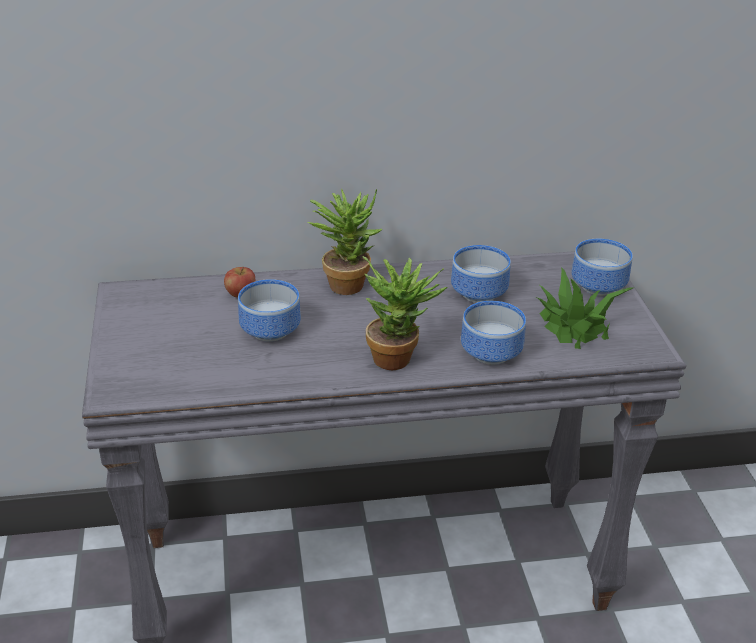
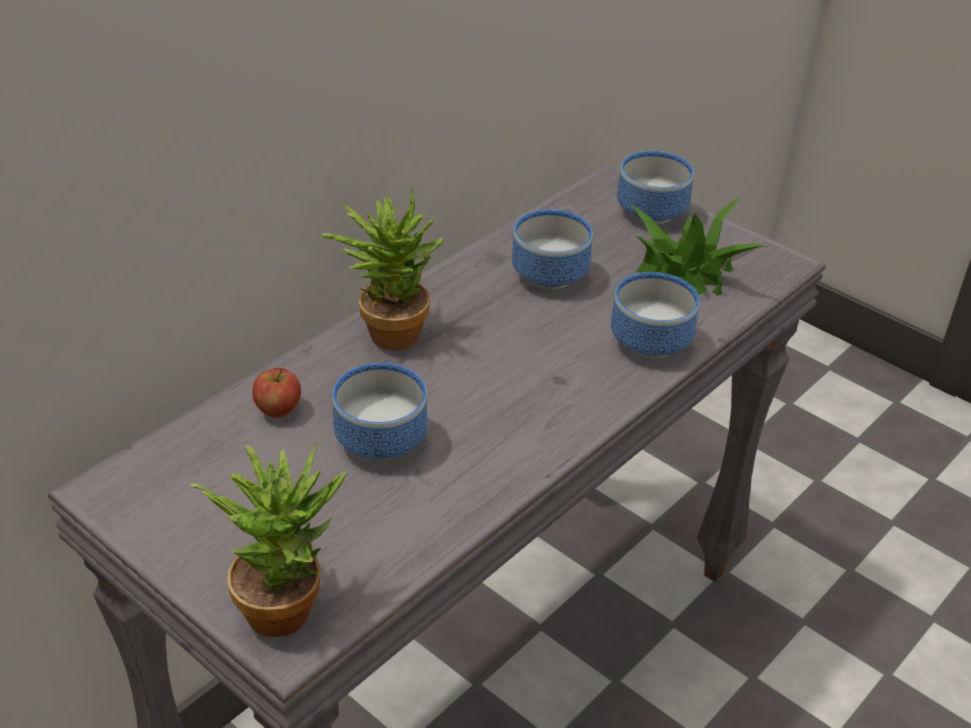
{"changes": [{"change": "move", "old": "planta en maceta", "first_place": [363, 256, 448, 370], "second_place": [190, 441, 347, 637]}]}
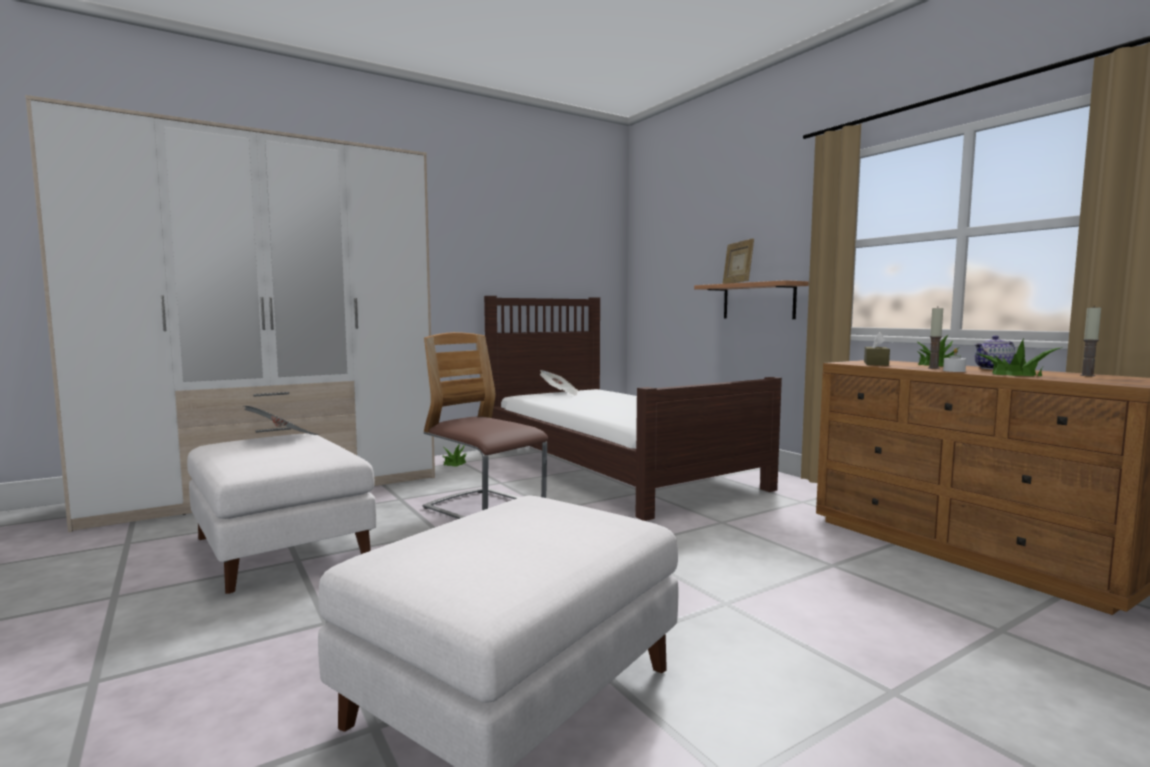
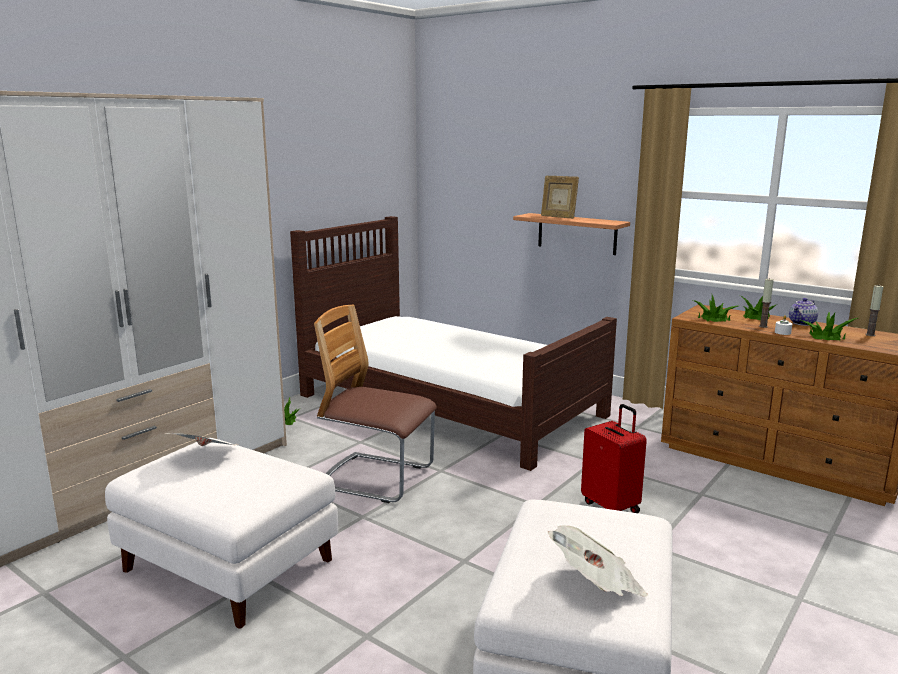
{"changes": [{"change": "insert", "new": "maleta (rojo)", "second_place": [581, 404, 647, 513]}, {"change": "move", "old": "periódico", "first_place": [540, 370, 578, 396], "second_place": [548, 525, 648, 596]}, {"change": "replace", "old": "caja de pañuelos (marrón)", "new": "planta en maceta", "first_place": [864, 332, 890, 366], "second_place": [693, 293, 738, 322]}]}
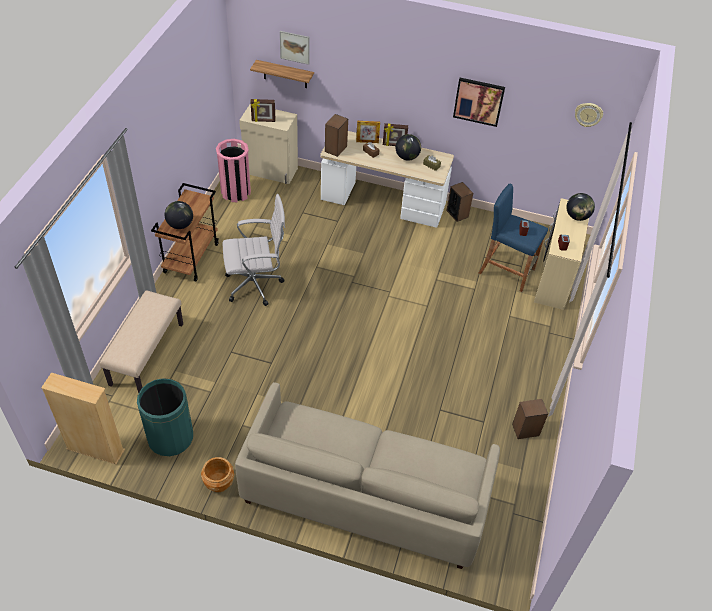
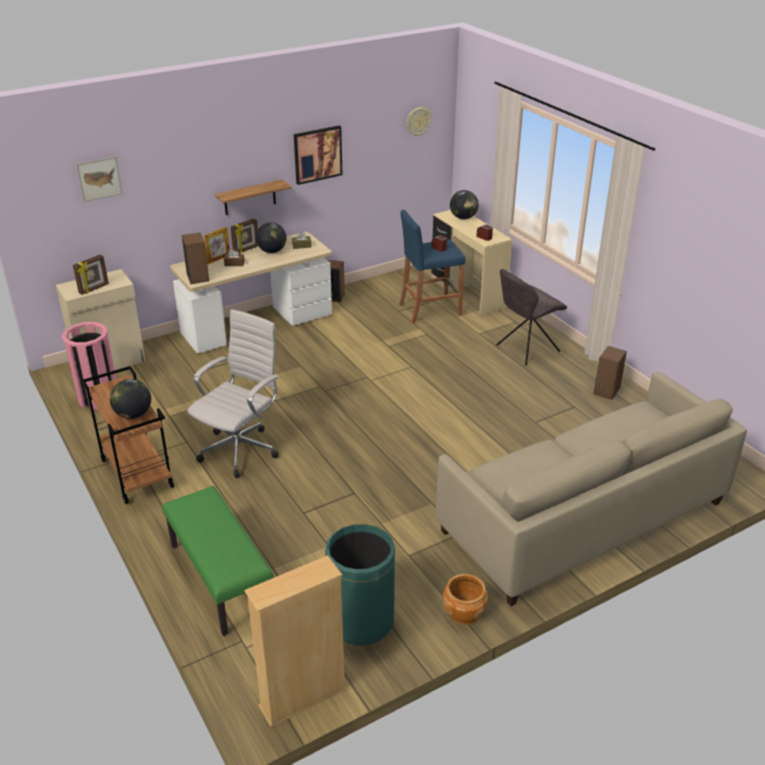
{"changes": [{"change": "insert", "new": "silla (gris)", "second_place": [496, 269, 567, 365]}, {"change": "move", "old": "estante", "first_place": [250, 60, 314, 88], "second_place": [215, 180, 291, 215]}, {"change": "recolor", "old": "banco (beis)", "new": "banco (verde)", "first_place": [100, 290, 183, 393], "second_place": [162, 486, 274, 636]}]}
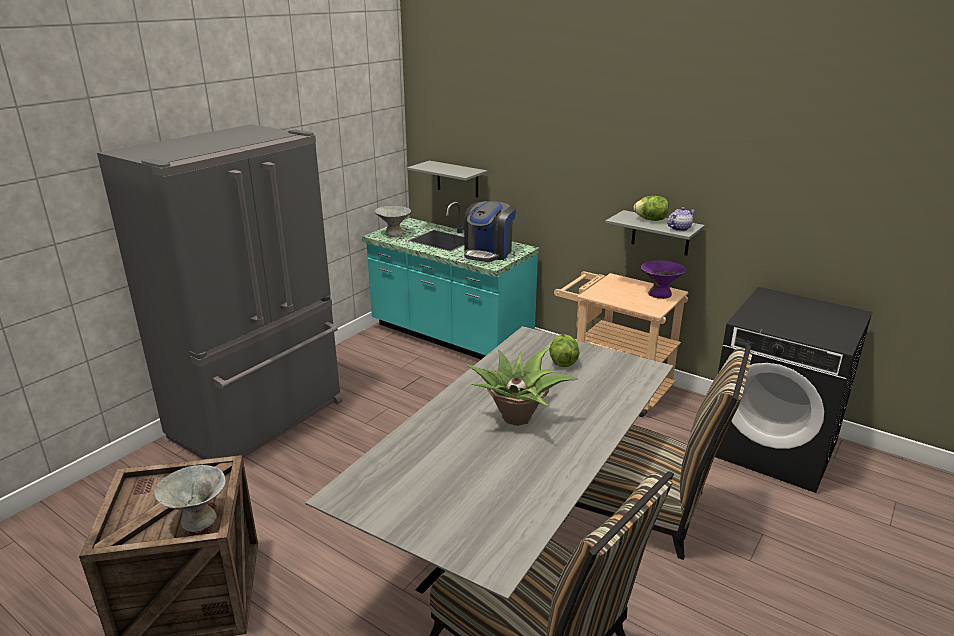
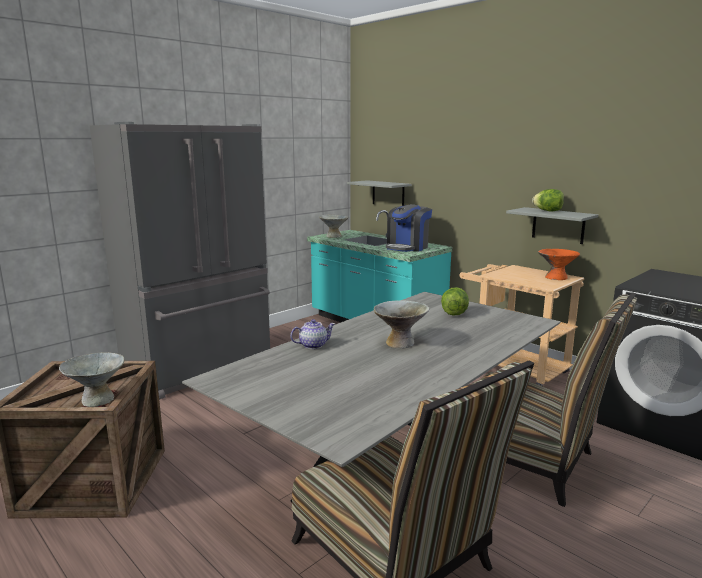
{"changes": [{"change": "move", "old": "tetera", "first_place": [667, 207, 696, 231], "second_place": [290, 319, 335, 349]}, {"change": "replace", "old": "planta en maceta", "new": "cuenco (gris)", "first_place": [466, 347, 578, 426], "second_place": [374, 300, 430, 348]}, {"change": "recolor", "old": "cuenco (morado)", "new": "cuenco (naranja)", "first_place": [641, 261, 686, 299], "second_place": [538, 249, 580, 280]}]}
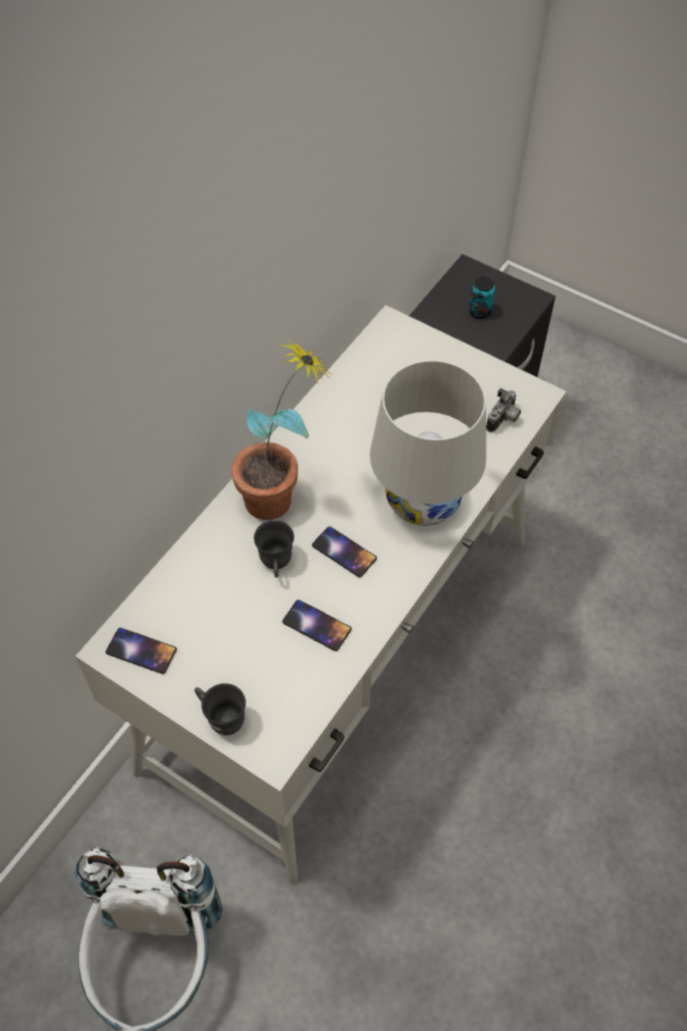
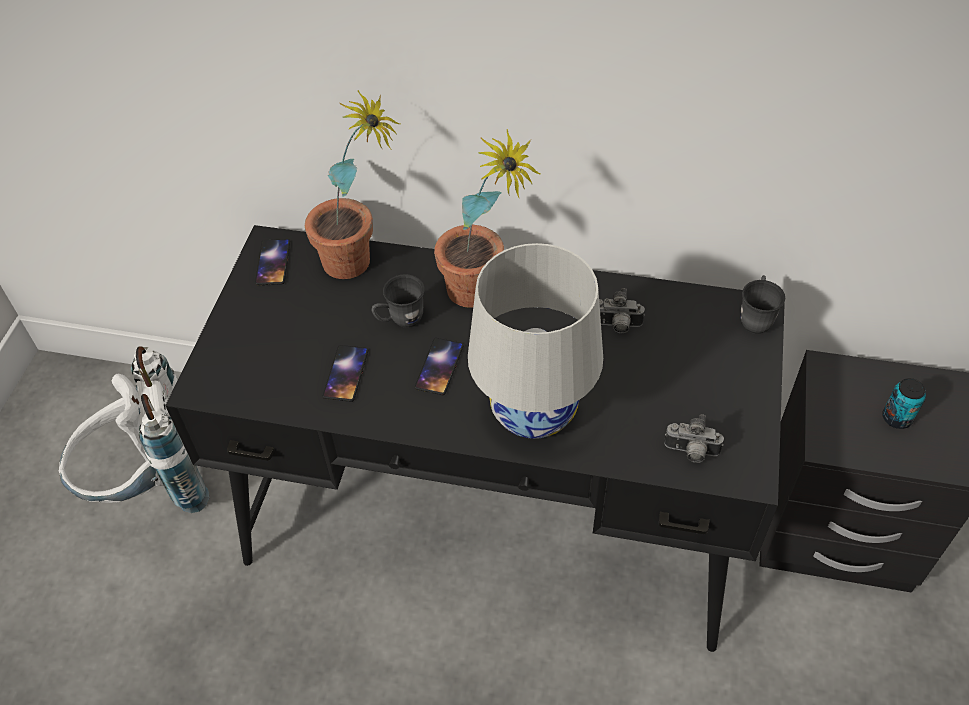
{"changes": [{"change": "insert", "new": "planta en maceta", "second_place": [305, 90, 400, 279]}, {"change": "insert", "new": "cámara", "second_place": [599, 288, 645, 333]}, {"change": "move", "old": "taza grande (gris)", "first_place": [194, 683, 246, 735], "second_place": [740, 275, 785, 334]}, {"change": "recolor", "old": "escritorio (blanco)", "new": "escritorio (negro)", "first_place": [75, 305, 567, 885], "second_place": [165, 225, 785, 652]}]}
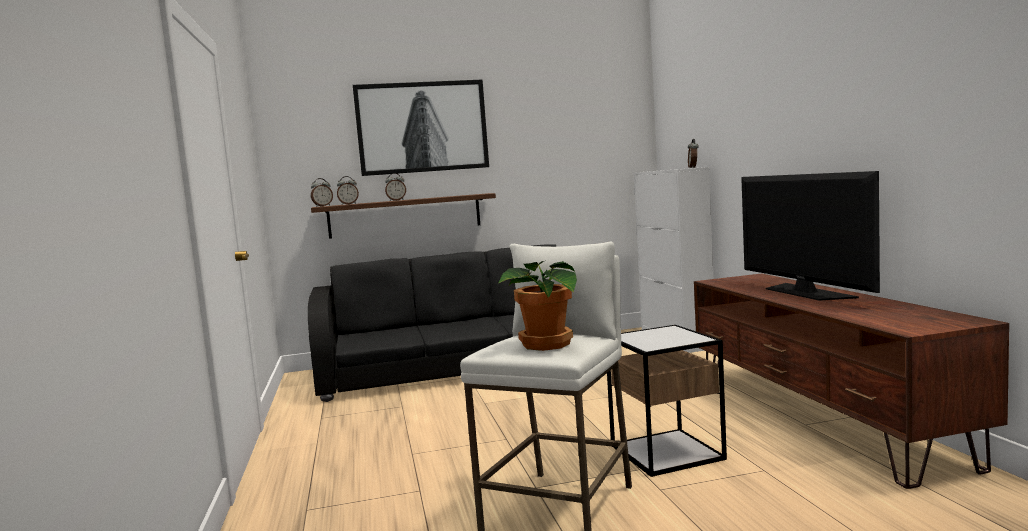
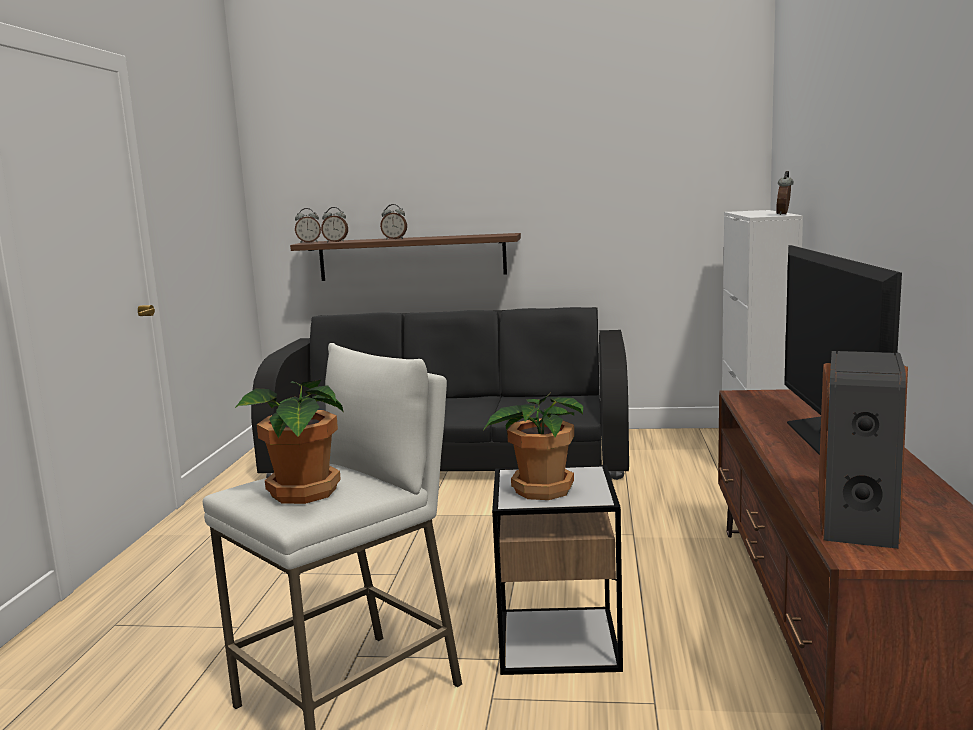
{"changes": [{"change": "delete", "old": "cuadro", "first_place": [353, 79, 489, 176]}, {"change": "insert", "new": "planta en maceta", "second_place": [484, 393, 583, 500]}, {"change": "insert", "new": "altavoz", "second_place": [818, 351, 908, 549]}]}
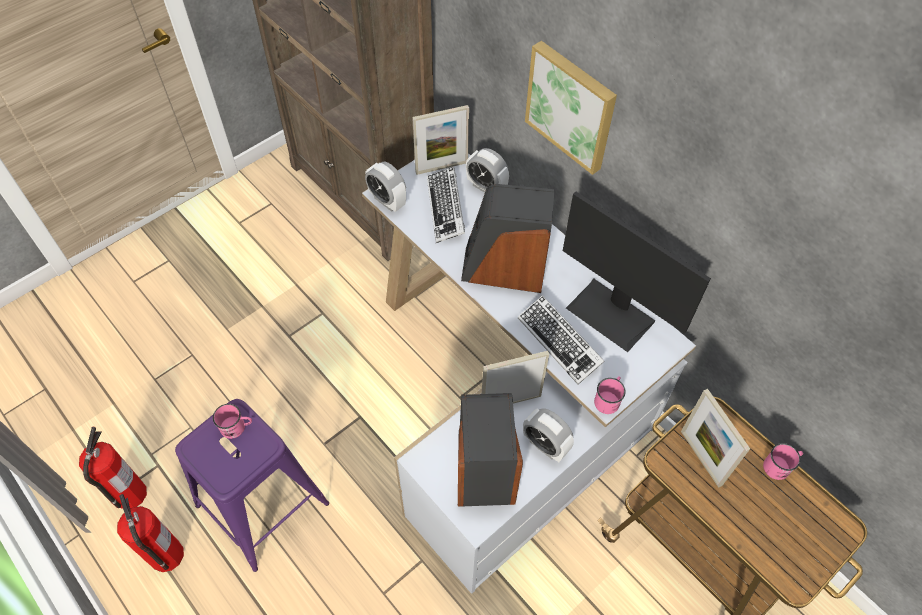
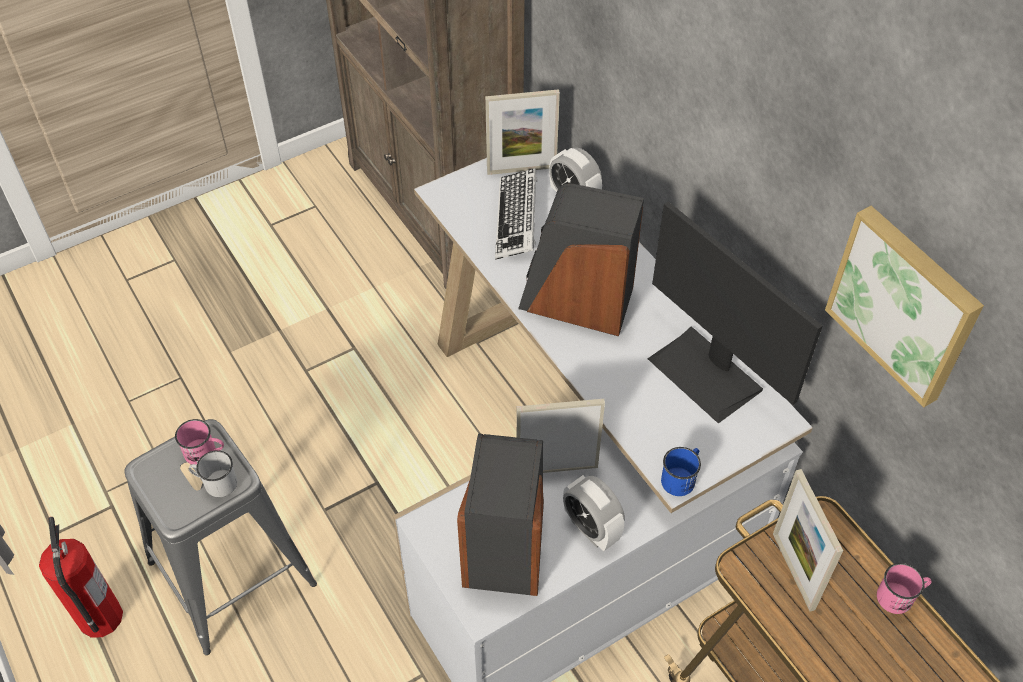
{"changes": [{"change": "delete", "old": "extintor", "first_place": [79, 427, 147, 509]}, {"change": "delete", "old": "despertador", "first_place": [365, 162, 406, 212]}, {"change": "delete", "old": "teclado", "first_place": [518, 295, 605, 384]}, {"change": "insert", "new": "taza grande (blanco)", "second_place": [188, 450, 237, 497]}, {"change": "move", "old": "cuadro", "first_place": [525, 41, 617, 175], "second_place": [825, 206, 984, 407]}, {"change": "recolor", "old": "taburete (morado)", "new": "taburete (gris)", "first_place": [175, 399, 329, 572], "second_place": [124, 419, 317, 655]}, {"change": "recolor", "old": "taza grande (rosa)", "new": "taza grande (azul)", "first_place": [594, 376, 626, 414], "second_place": [661, 447, 701, 496]}]}
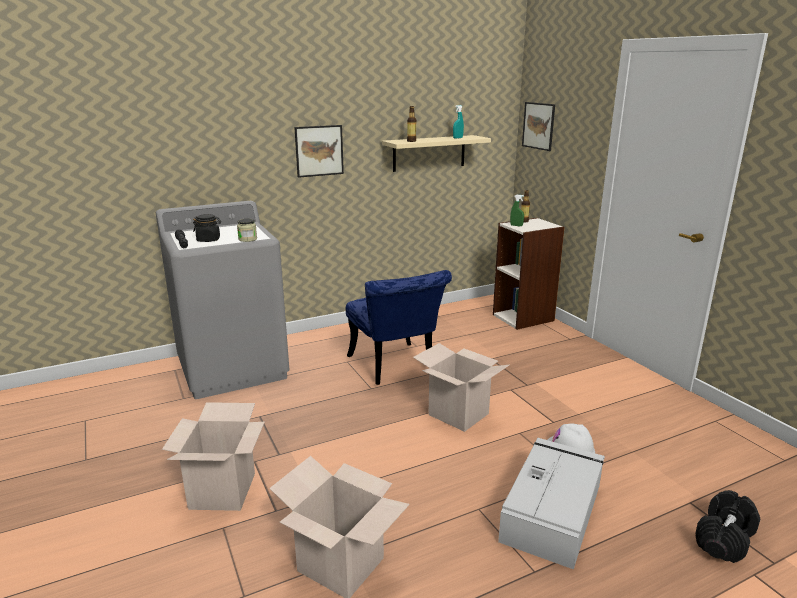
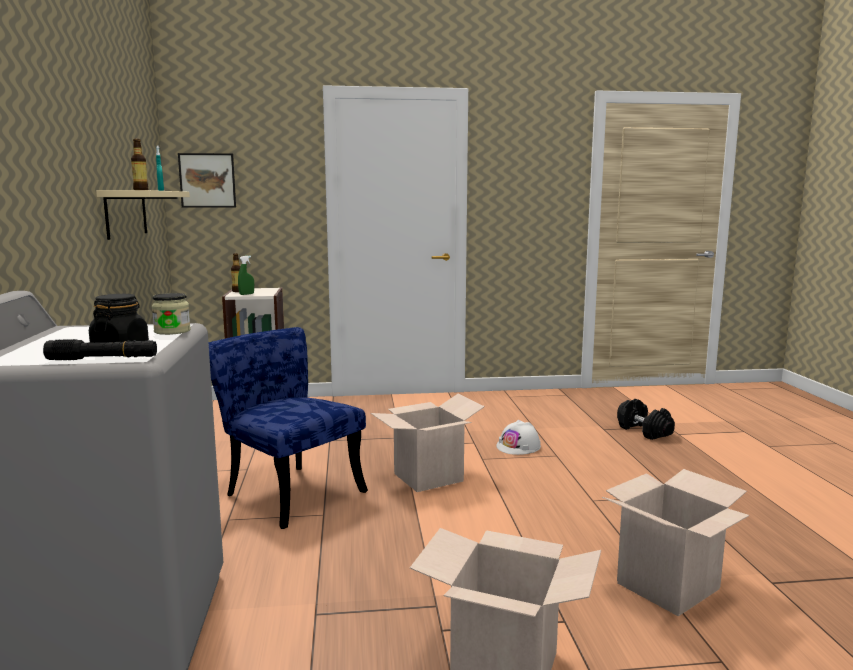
{"changes": [{"change": "delete", "old": "cuadro", "first_place": [294, 125, 344, 178]}, {"change": "delete", "old": "caja de almacenaje (gris)", "first_place": [498, 438, 605, 570]}, {"change": "rotate", "old": "silla (azul)", "first_place": [346, 270, 452, 385], "second_place": [208, 327, 368, 529], "degrees": -135}]}
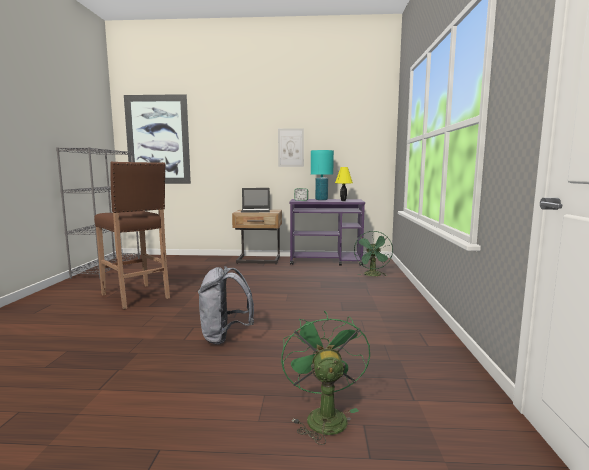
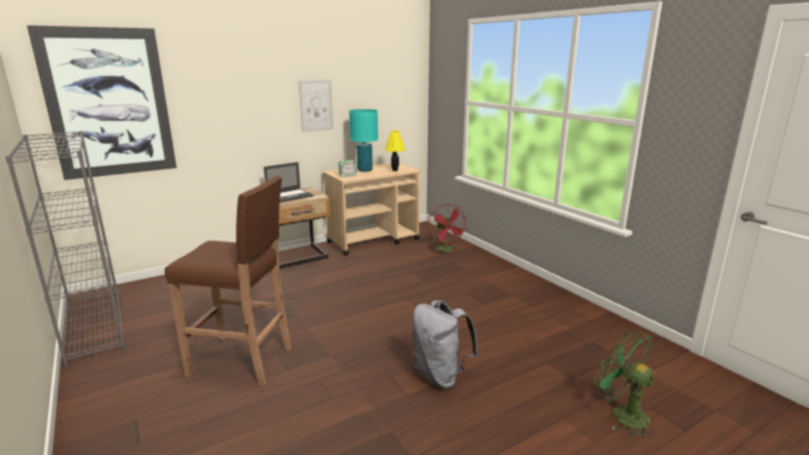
{"changes": [{"change": "recolor", "old": "carrito (morado)", "new": "carrito (beis)", "first_place": [290, 199, 365, 266], "second_place": [323, 163, 421, 256]}, {"change": "recolor", "old": "ventilador (verde)", "new": "ventilador (rojo)", "first_place": [354, 231, 393, 276], "second_place": [428, 204, 466, 254]}]}
